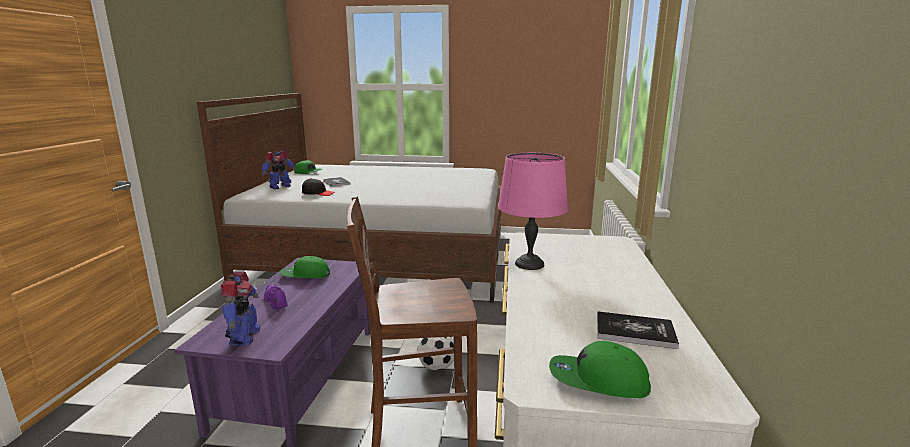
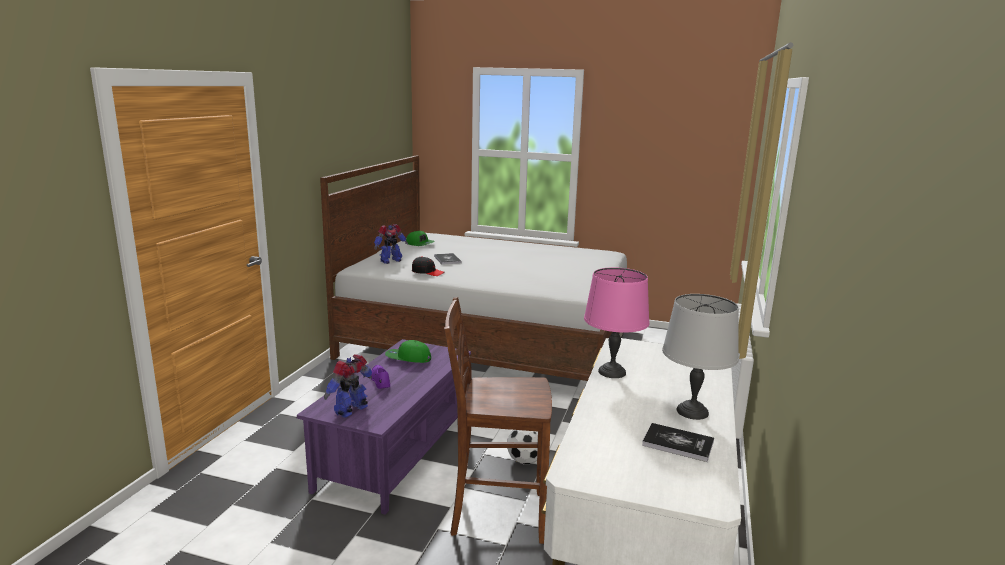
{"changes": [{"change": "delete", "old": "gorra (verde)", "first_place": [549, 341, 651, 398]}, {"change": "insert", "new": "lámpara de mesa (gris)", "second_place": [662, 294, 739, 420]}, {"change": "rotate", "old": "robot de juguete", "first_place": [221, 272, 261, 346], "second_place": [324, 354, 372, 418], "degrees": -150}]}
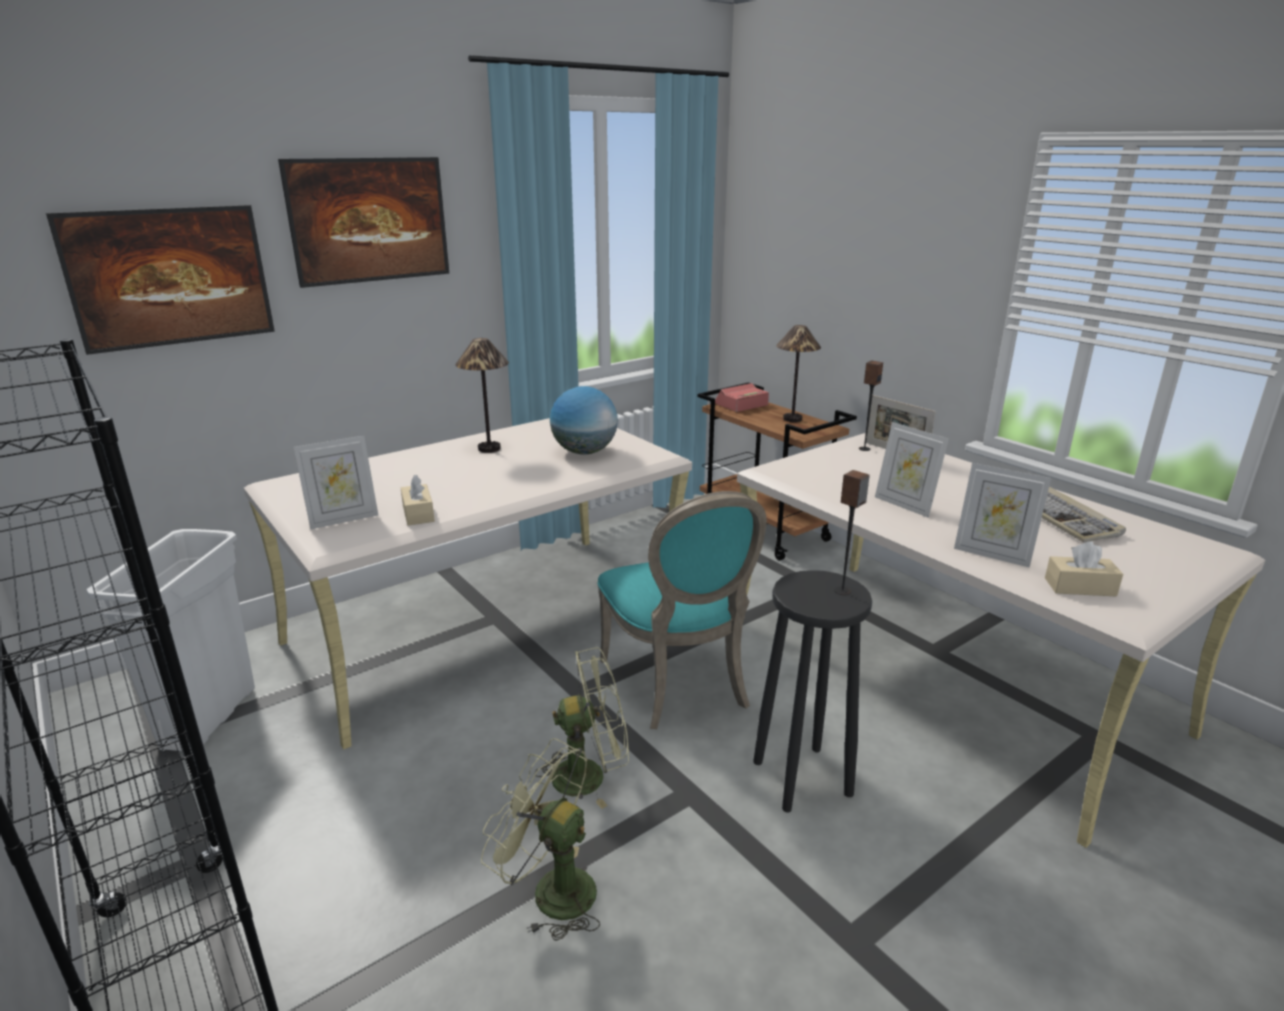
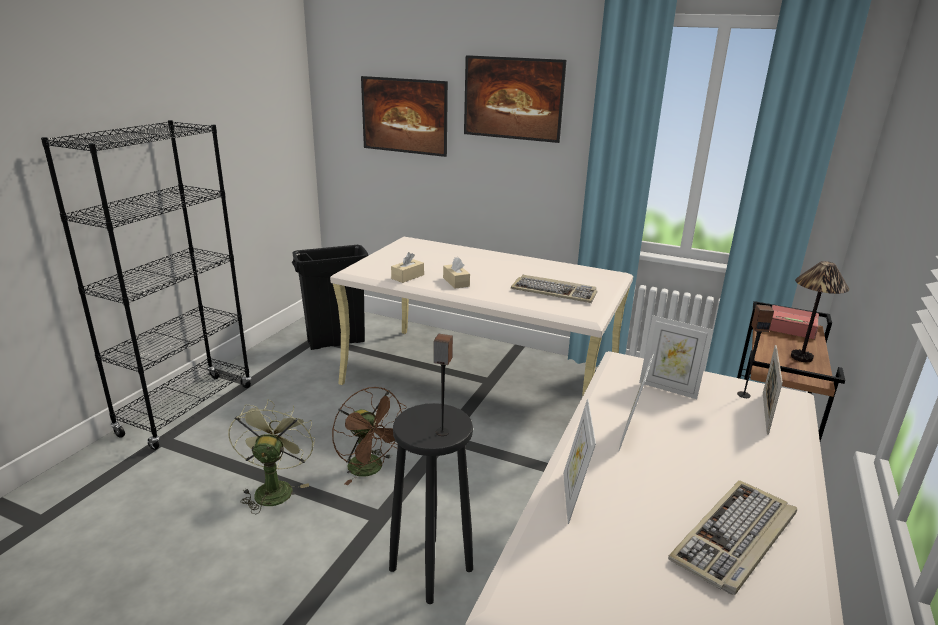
{"changes": [{"change": "delete", "old": "lámpara de mesa", "first_place": [455, 338, 509, 453]}, {"change": "delete", "old": "silla (turquesa)", "first_place": [597, 491, 767, 729]}, {"change": "move", "old": "portarretratos", "first_place": [294, 436, 378, 529], "second_place": [639, 315, 713, 399]}, {"change": "move", "old": "caja de pañuelos (beis)", "first_place": [1045, 541, 1123, 596], "second_place": [443, 257, 470, 289]}, {"change": "replace", "old": "globo terráqueo", "new": "teclado", "first_place": [550, 386, 618, 454], "second_place": [511, 275, 597, 303]}, {"change": "recolor", "old": "papelera (blanco)", "new": "papelera (negro)", "first_place": [87, 529, 255, 751], "second_place": [292, 245, 368, 350]}, {"change": "recolor", "old": "ventilador (verde)", "new": "ventilador (marrón)", "first_place": [535, 647, 629, 809], "second_place": [332, 387, 406, 485]}]}
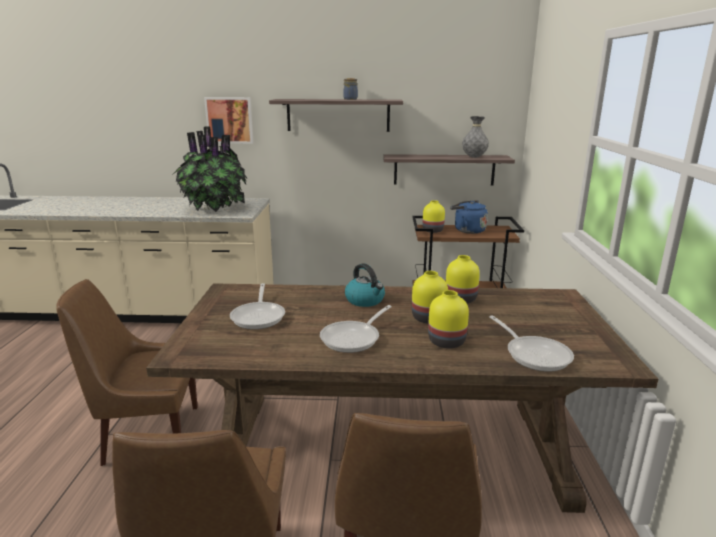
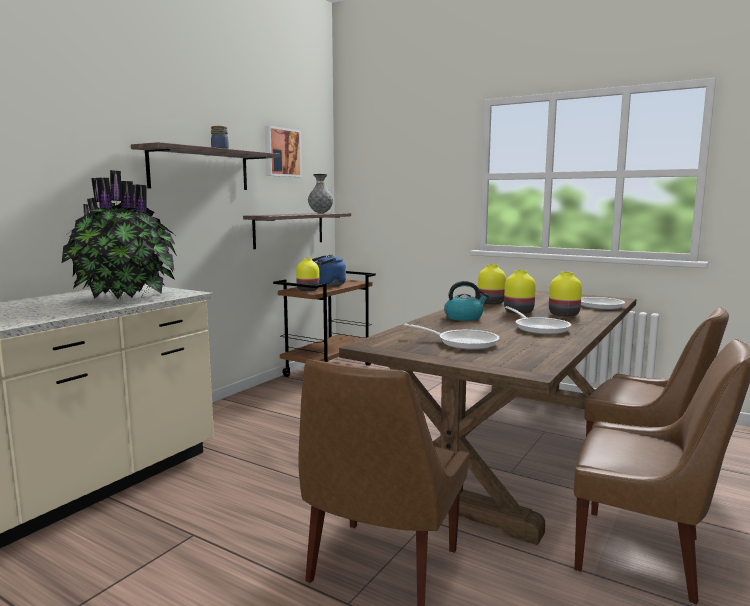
{"changes": [{"change": "move", "old": "cuadro", "first_place": [204, 97, 254, 144], "second_place": [265, 126, 302, 177]}]}
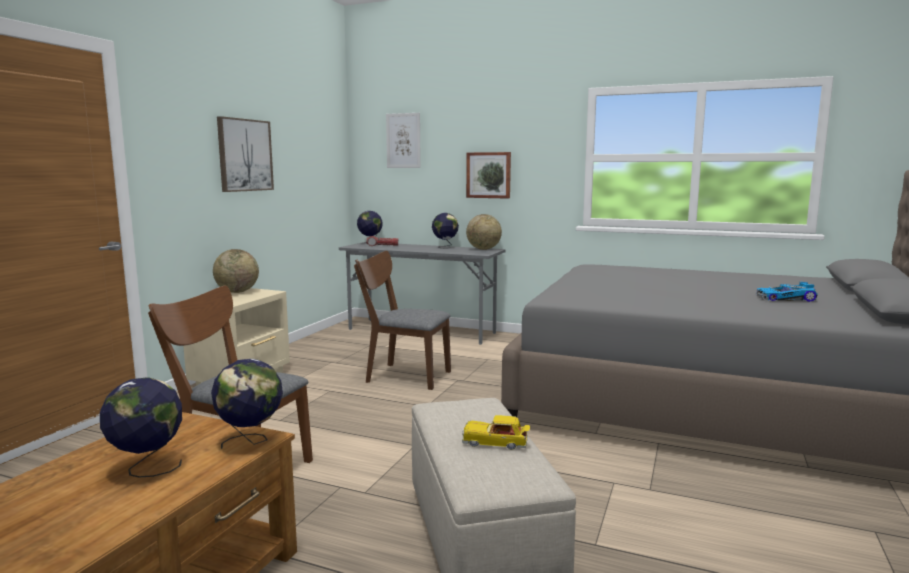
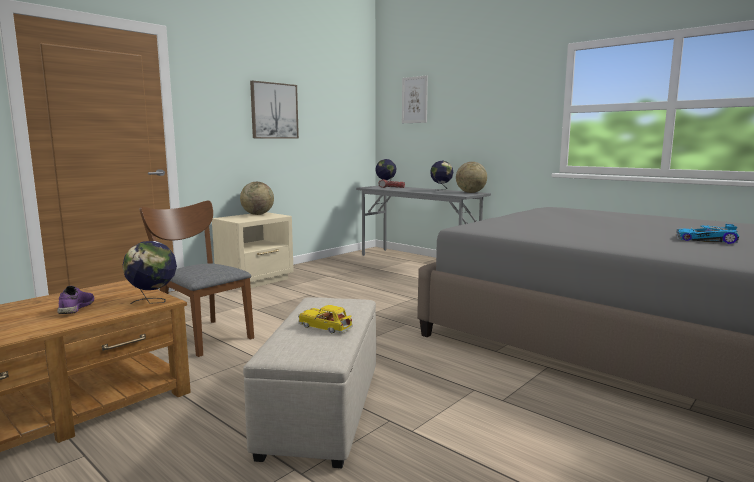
{"changes": [{"change": "delete", "old": "silla (marrón)", "first_place": [354, 251, 451, 390]}, {"change": "delete", "old": "cuadro", "first_place": [466, 152, 511, 199]}, {"change": "replace", "old": "globo terráqueo", "new": "zapato (morado)", "first_place": [100, 378, 182, 477], "second_place": [57, 286, 94, 314]}]}
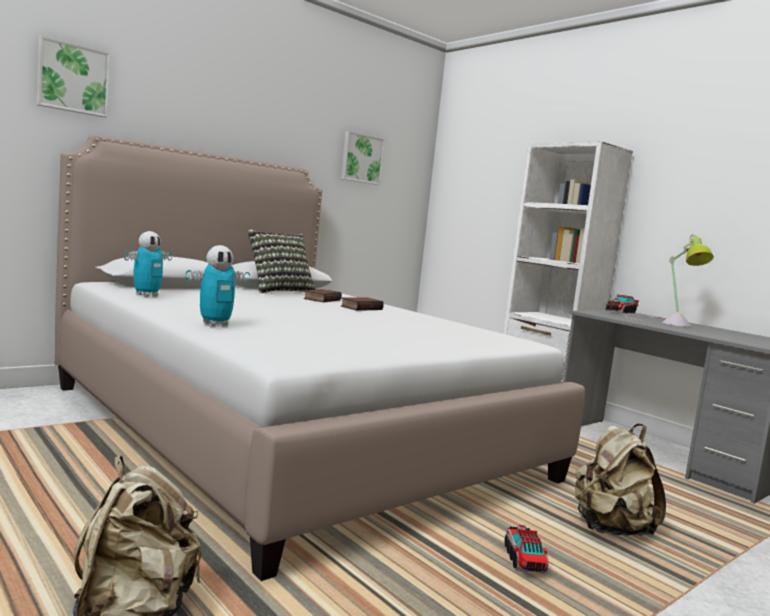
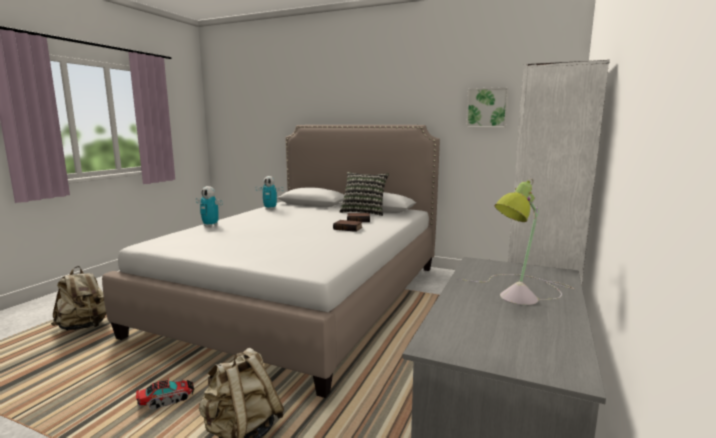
{"changes": [{"change": "delete", "old": "cuadro", "first_place": [37, 36, 110, 117]}, {"change": "delete", "old": "camión de juguete", "first_place": [605, 295, 639, 314]}]}
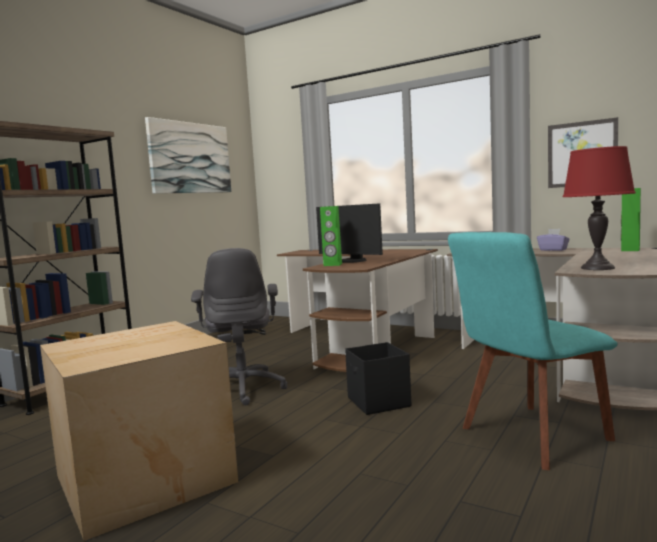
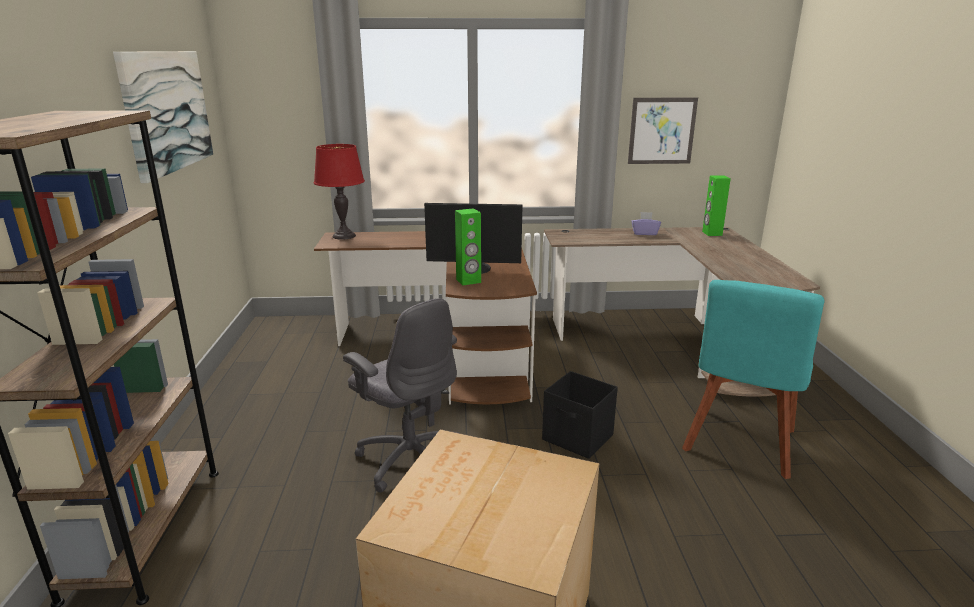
{"changes": [{"change": "move", "old": "lámpara de mesa (rojo)", "first_place": [563, 146, 636, 270], "second_place": [314, 144, 365, 240]}]}
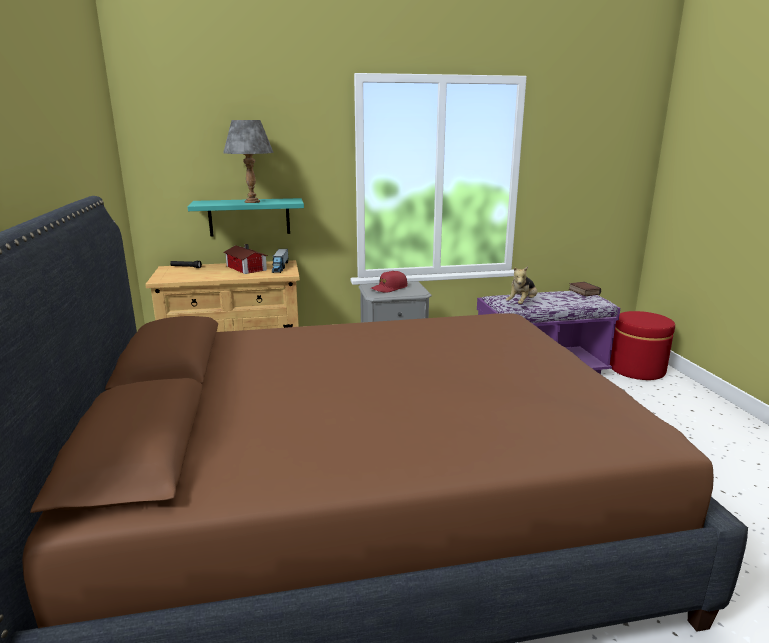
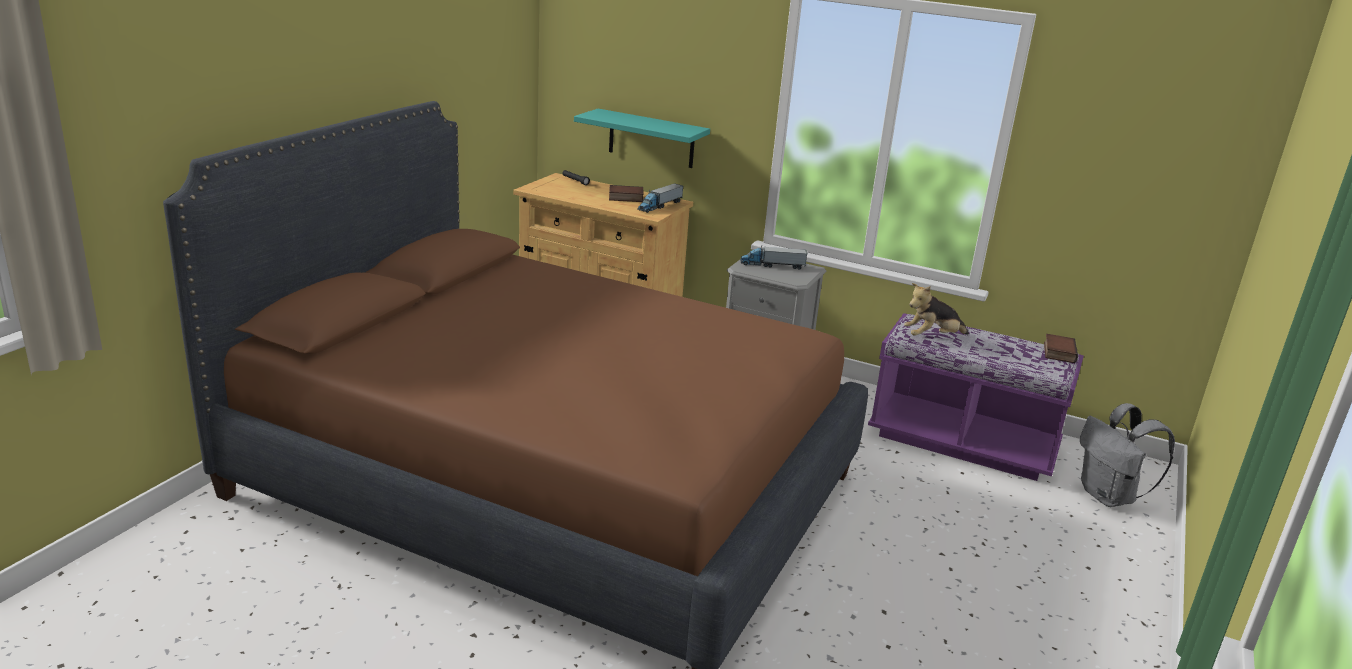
{"changes": [{"change": "delete", "old": "lámpara de mesa (gris)", "first_place": [223, 120, 274, 203]}, {"change": "replace", "old": "casita", "new": "libro", "first_place": [223, 244, 267, 274], "second_place": [609, 185, 644, 202]}, {"change": "replace", "old": "gorra (rojo)", "new": "camión de juguete", "first_place": [371, 271, 407, 293], "second_place": [740, 245, 808, 270]}, {"change": "replace", "old": "puf (rojo)", "new": "mochila (gris)", "first_place": [610, 311, 675, 380], "second_place": [1080, 403, 1175, 507]}]}
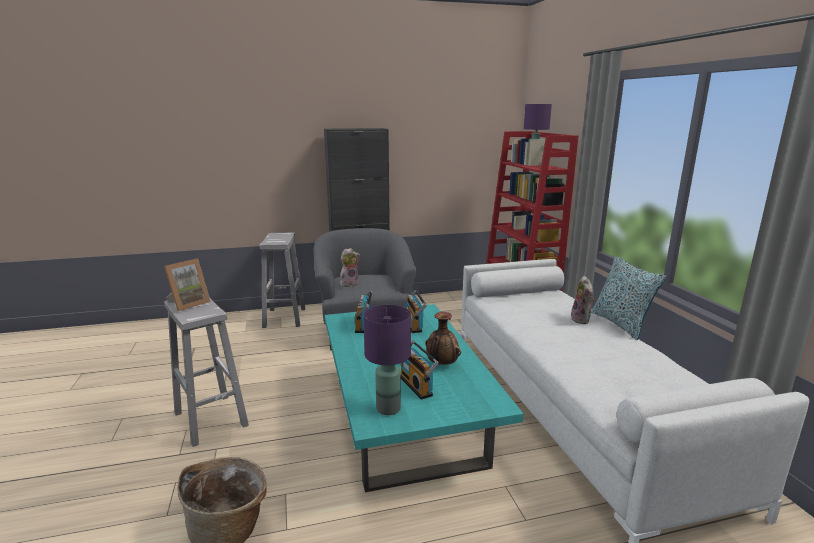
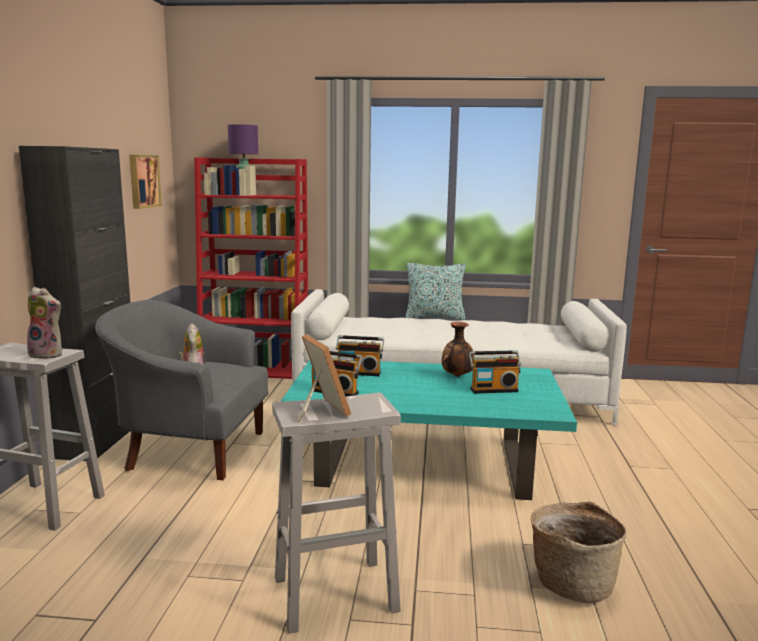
{"changes": [{"change": "delete", "old": "lámpara de mesa (morado)", "first_place": [363, 305, 411, 415]}, {"change": "insert", "new": "cuadro", "second_place": [129, 155, 162, 209]}, {"change": "move", "old": "peluche", "first_place": [571, 276, 595, 324], "second_place": [27, 287, 62, 359]}]}
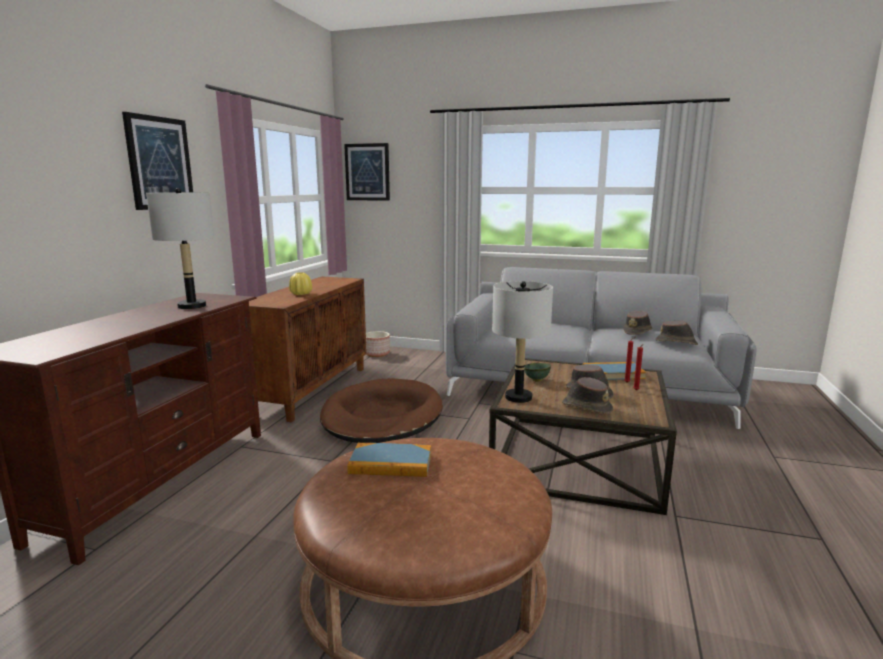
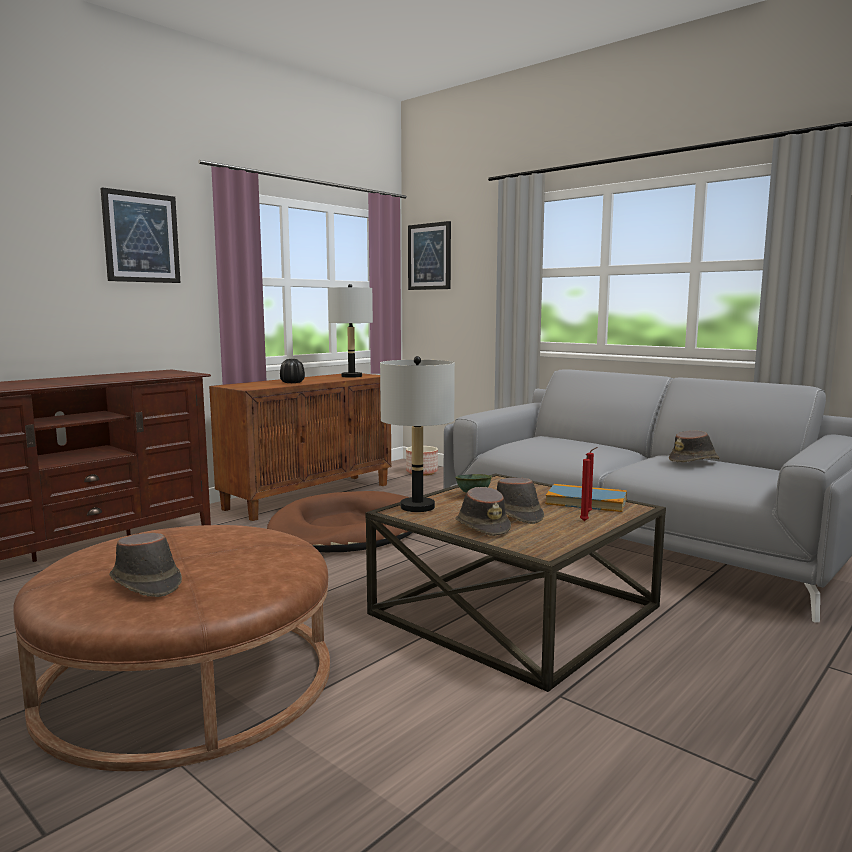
{"changes": [{"change": "delete", "old": "libro", "first_place": [347, 443, 431, 477]}, {"change": "move", "old": "lámpara de mesa (gris)", "first_place": [146, 188, 214, 309], "second_place": [328, 284, 373, 378]}, {"change": "move", "old": "sombrero (marrón)", "first_place": [656, 321, 698, 345], "second_place": [109, 533, 182, 597]}, {"change": "recolor", "old": "florero (amarillo)", "new": "florero (negro)", "first_place": [289, 272, 312, 295], "second_place": [280, 359, 305, 383]}]}
